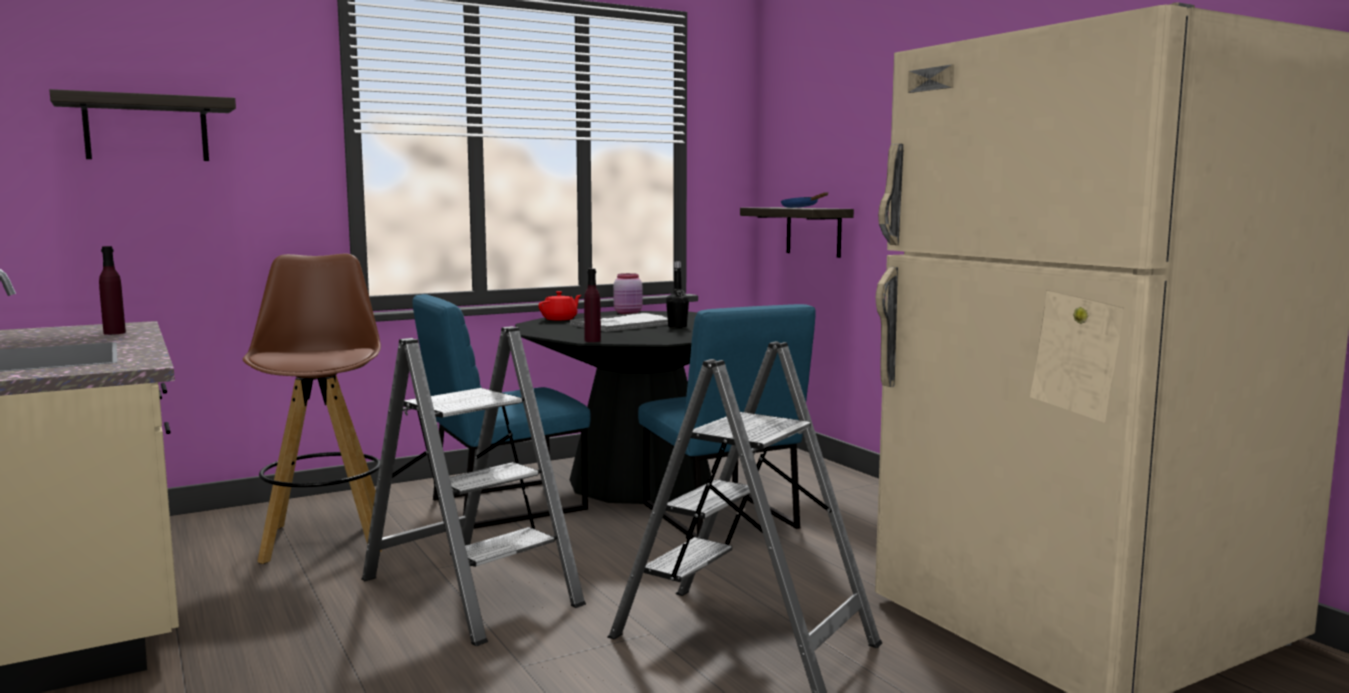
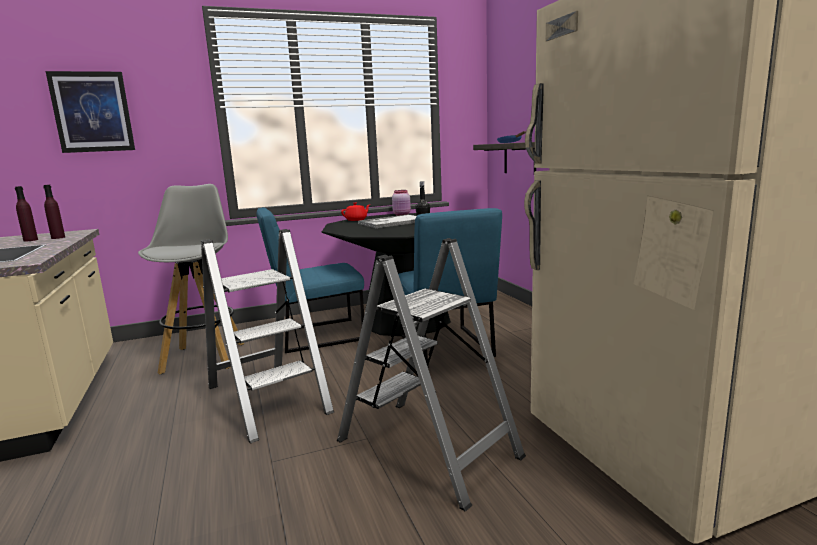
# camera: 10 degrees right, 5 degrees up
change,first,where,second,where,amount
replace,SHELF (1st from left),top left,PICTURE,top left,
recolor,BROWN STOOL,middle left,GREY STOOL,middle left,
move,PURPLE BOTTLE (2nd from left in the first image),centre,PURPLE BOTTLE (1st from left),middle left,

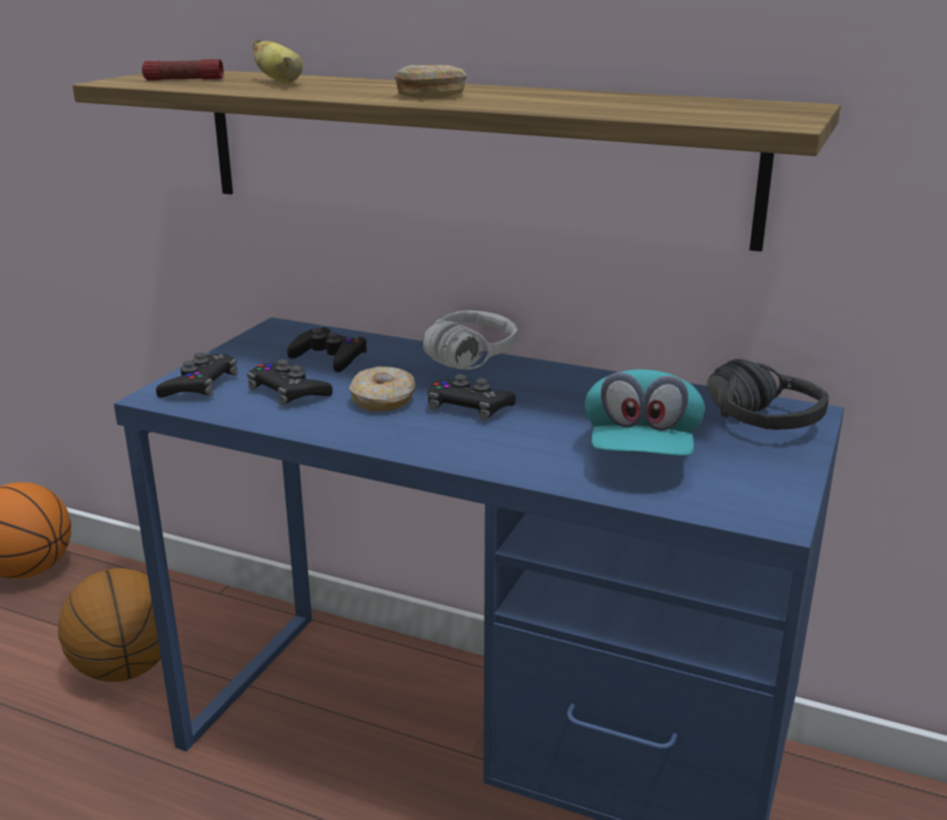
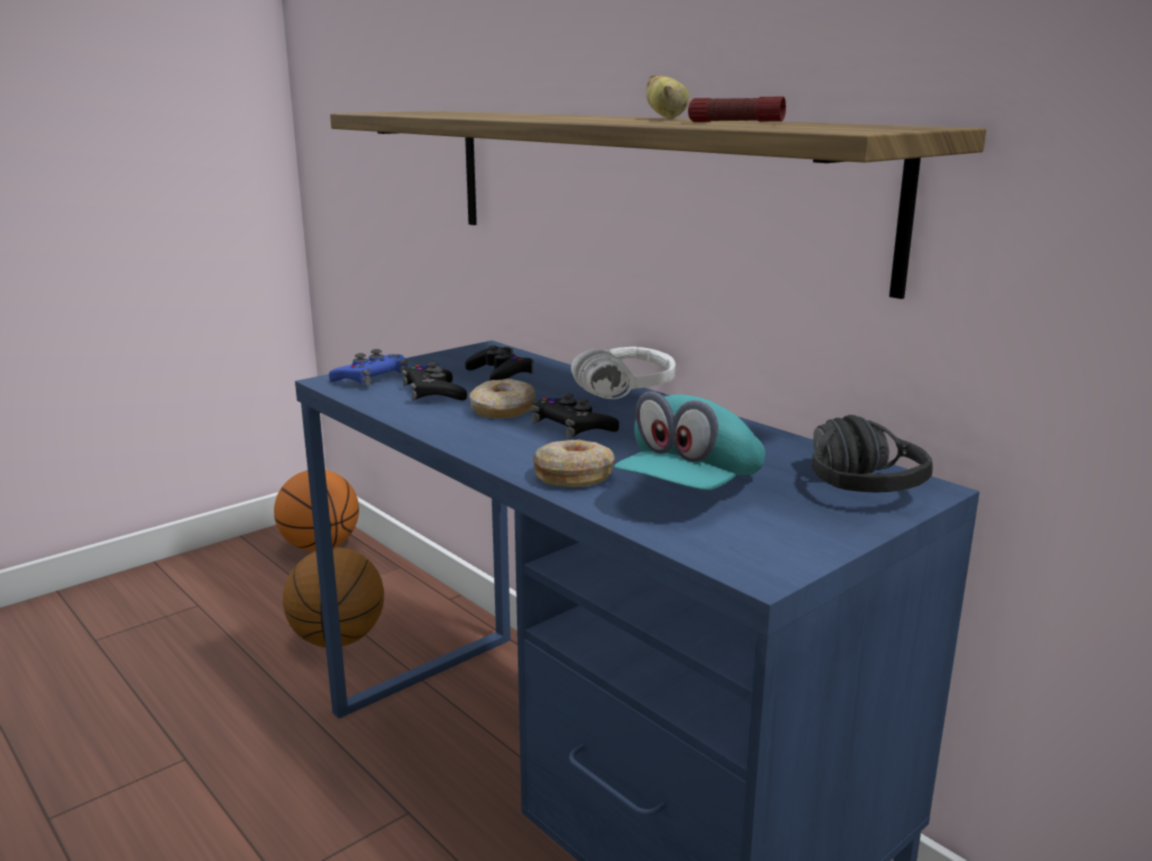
# camera: 25 degrees right, 5 degrees down
change,first,where,second,where,amount
move,FLASHLIGHT,top left,,top centre,
recolor,BLACK GAME CONTROLLER (1st from left),middle left,BLUE GAME CONTROLLER,middle left,
move,BANANA,top left,,top centre,
move,DONUT (2nd from left),top centre,,centre,

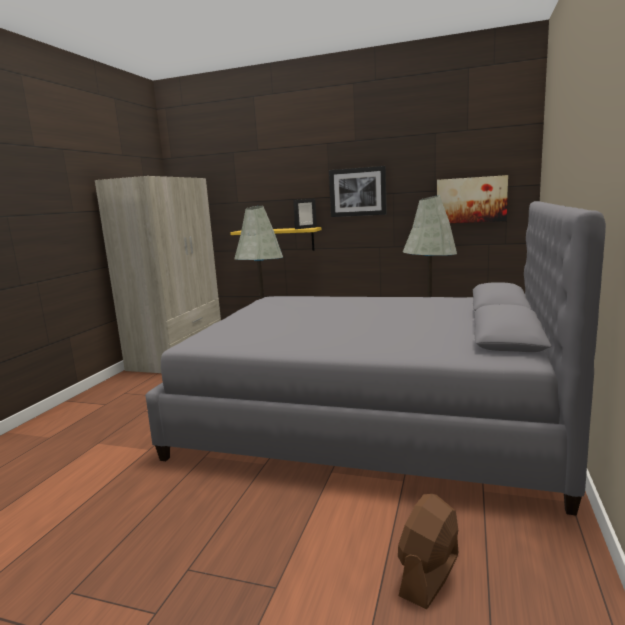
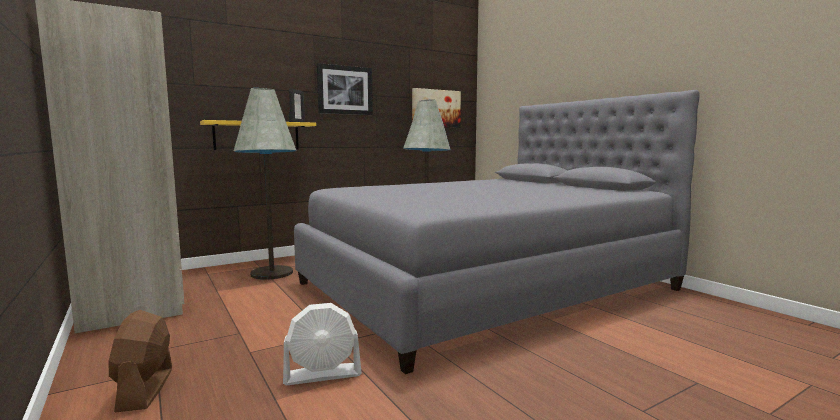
# camera: 50 degrees left, 5 degrees down
change,first,where,second,where,amount
move,BROWN FAN,bottom right,,bottom left,
insert,,,WHITE FAN,bottom centre,

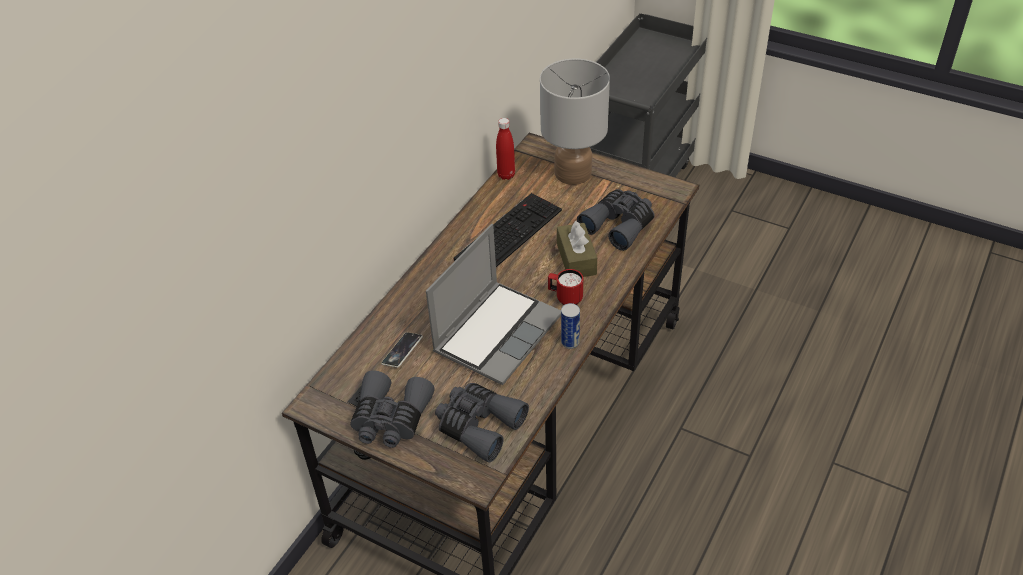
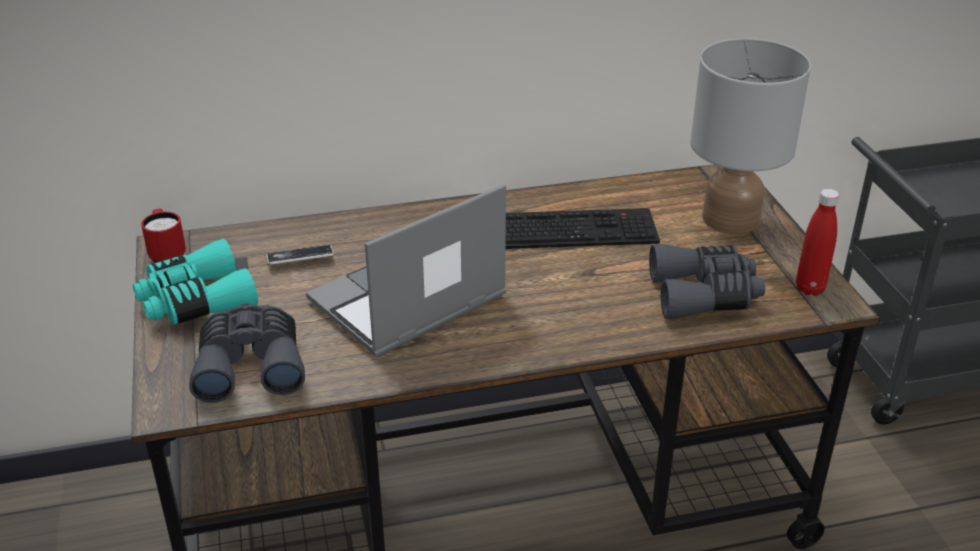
# camera: 45 degrees right, 10 degrees down
change,first,where,second,where,amount
recolor,GREY BINOCULARS (1st from left),bottom centre,TURQUOISE BINOCULARS,middle left,
rotate,LAPTOP,centre,,centre,150 degrees clockwise
move,RED BOTTLE,top centre,,middle right,
move,RED MUG,centre,,middle left,
delete,BROWN TISSUE BOX,centre,,,
delete,CAN,centre,,,

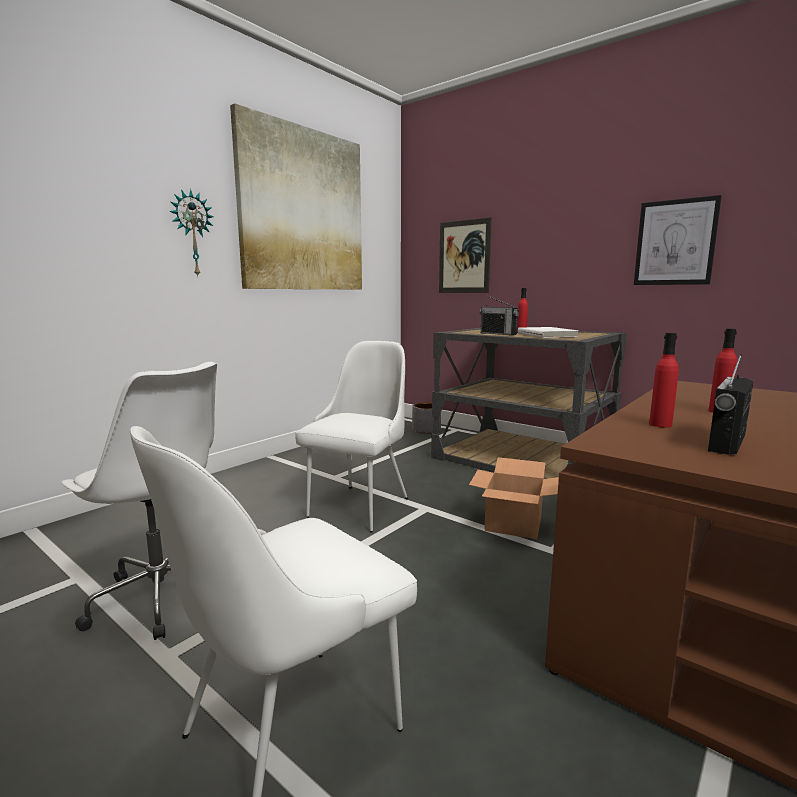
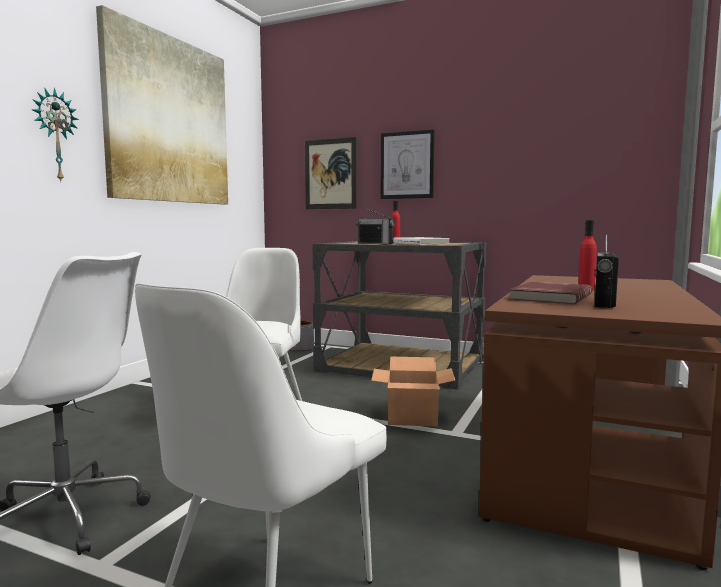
# camera: 15 degrees left, 5 degrees down
change,first,where,second,where,amount
move,PICTURE (3rd from left),top right,,top centre,
replace,RED BOTTLE (2nd from left),middle right,RED BOOK,middle right,

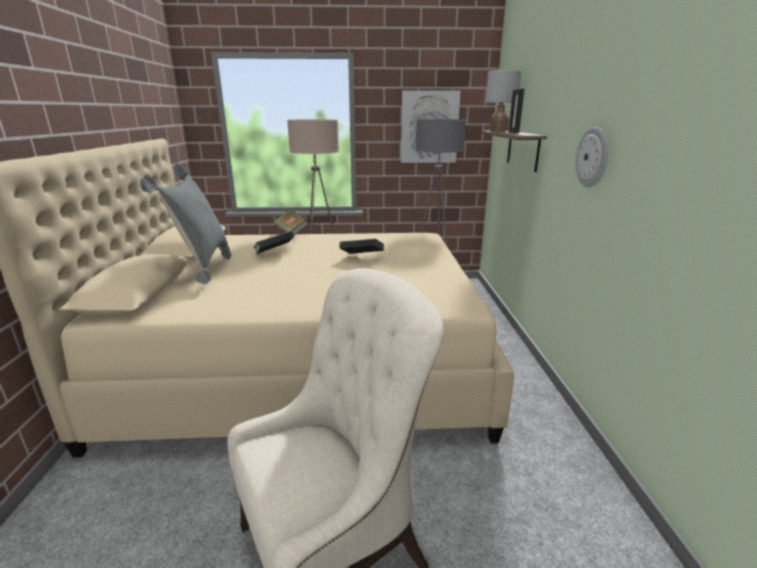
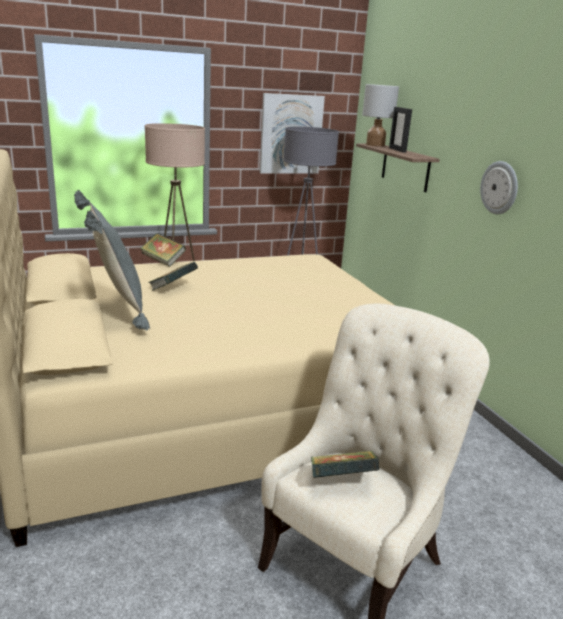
# camera: 20 degrees left, 0 degrees up
change,first,where,second,where,amount
move,BOOK (3rd from left),centre,,bottom centre,

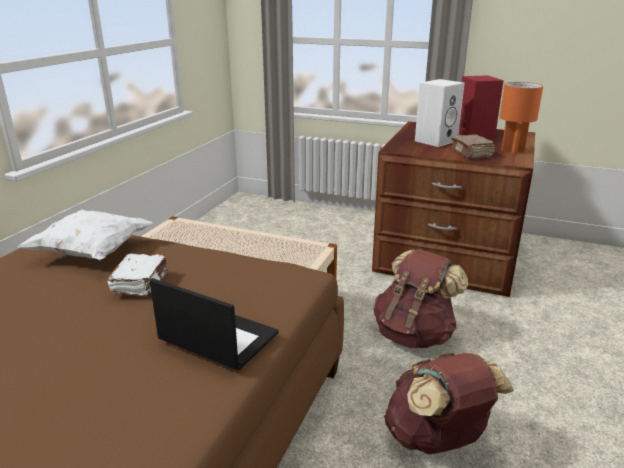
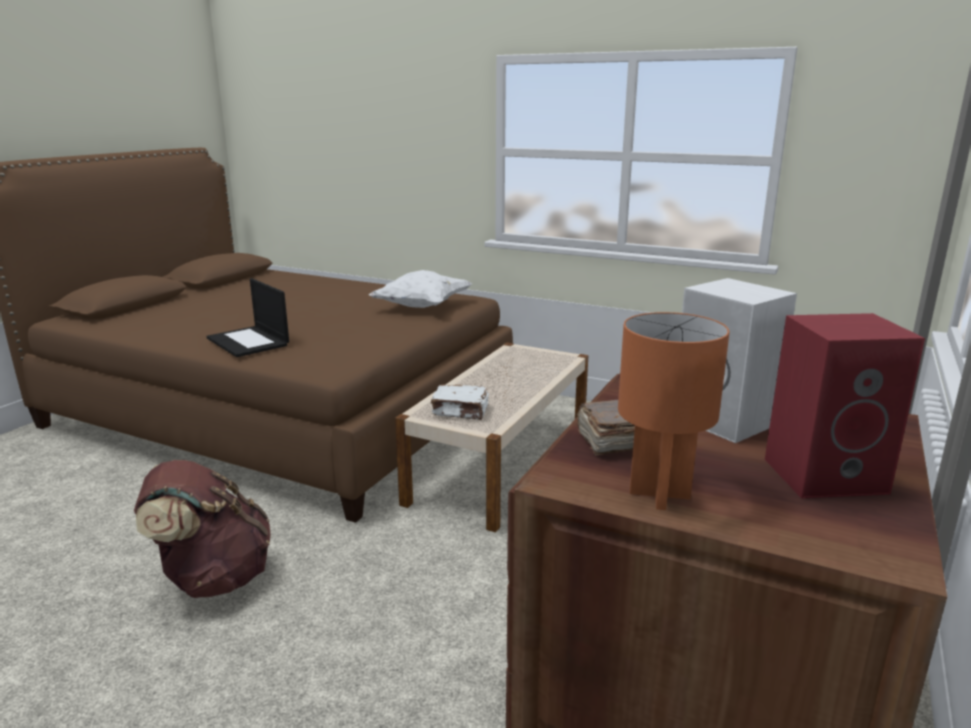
# camera: 95 degrees right, 5 degrees down
change,first,where,second,where,amount
move,WHITE BOOK,middle left,,centre,
rotate,LAPTOP,bottom centre,,middle left,105 degrees clockwise
delete,BROWN BACKPACK (1st from left),middle right,,,

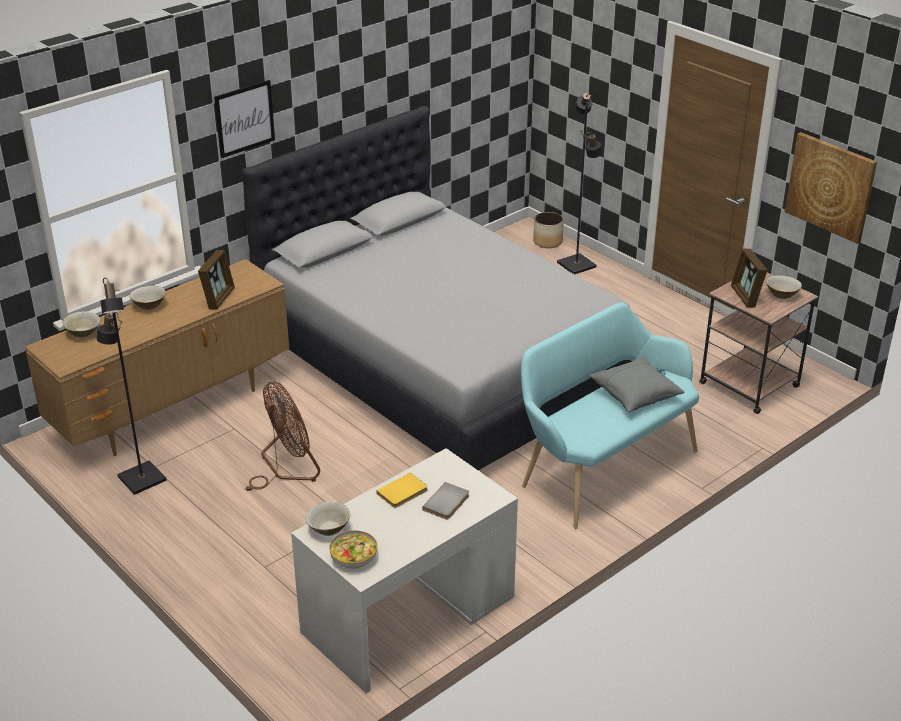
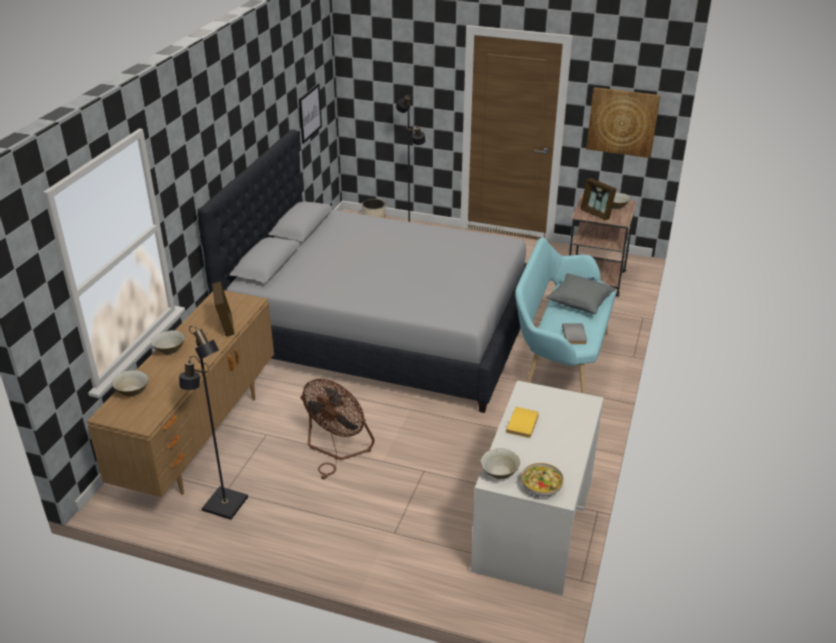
# camera: 30 degrees left, 0 degrees up
change,first,where,second,where,amount
move,PICTURE (1st from left),top left,,top centre,
move,GREY BOOK,bottom centre,,middle right,

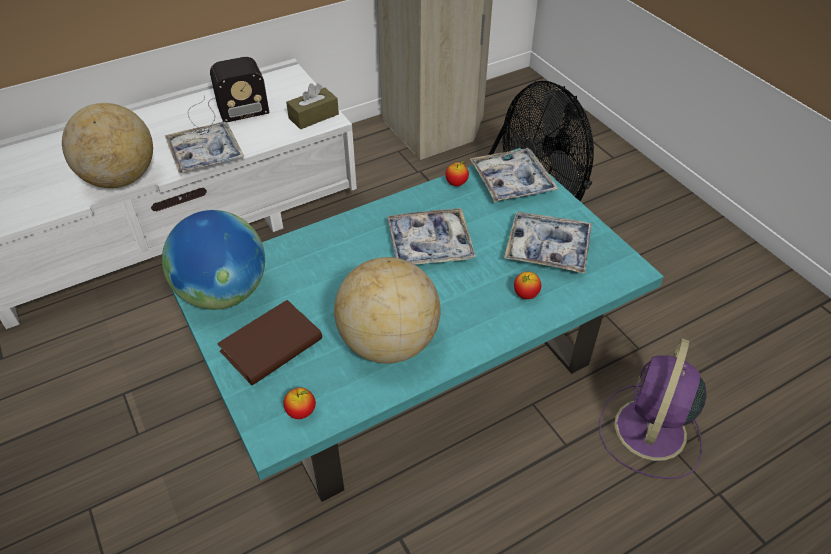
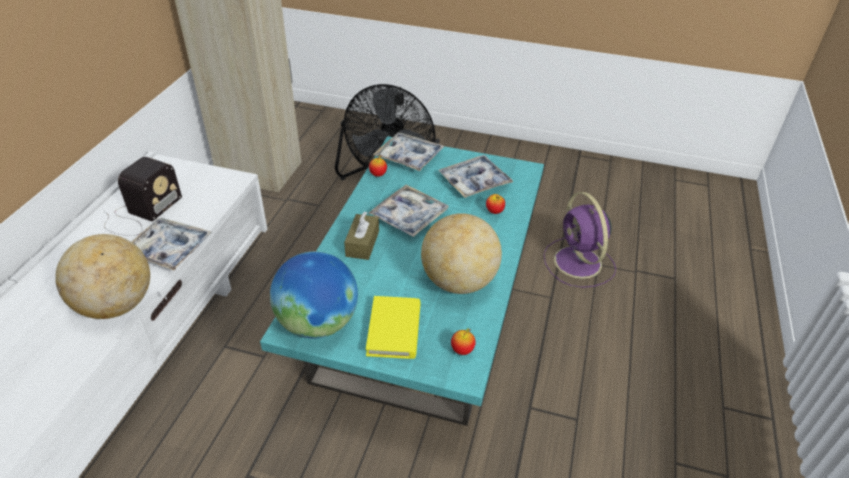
# camera: 45 degrees left, 5 degrees down
change,first,where,second,where,amount
recolor,BROWN BOOK,middle left,YELLOW BOOK,bottom centre,
move,BROWN TISSUE BOX,top centre,,centre,

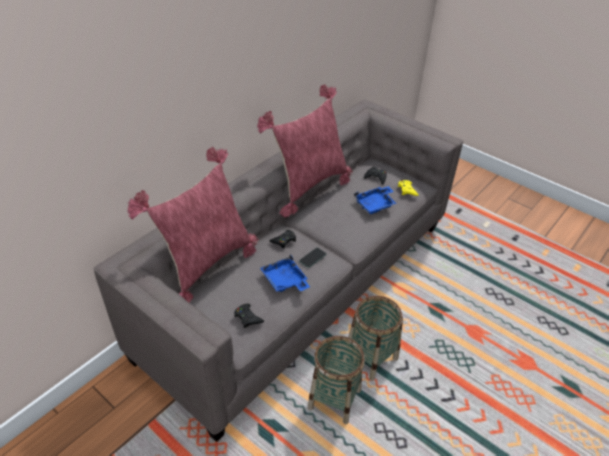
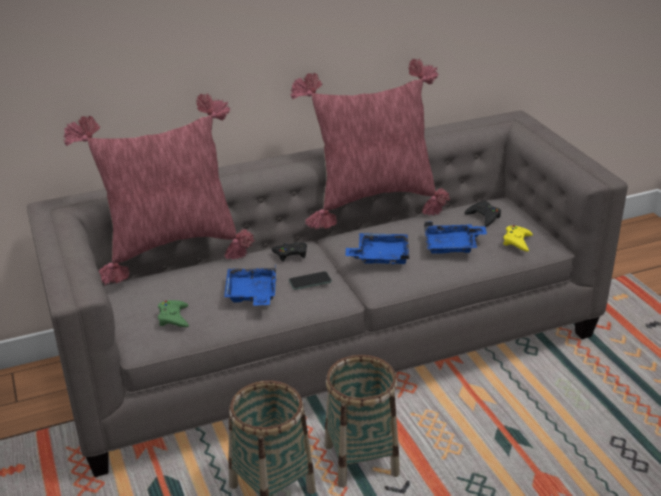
# camera: 30 degrees right, 10 degrees down
change,first,where,second,where,amount
recolor,BLACK GAME CONTROLLER (1st from left),bottom centre,GREEN GAME CONTROLLER,middle left,
insert,,,BLUE TRAY (2nd from left),centre,

